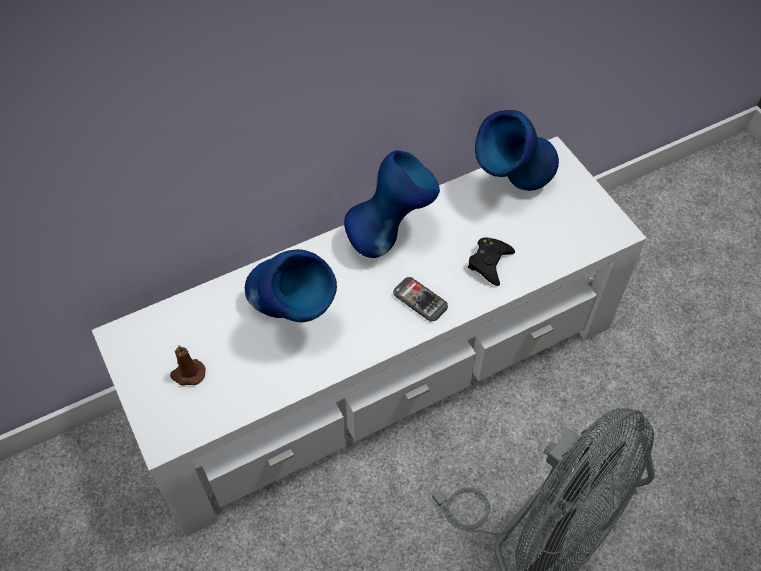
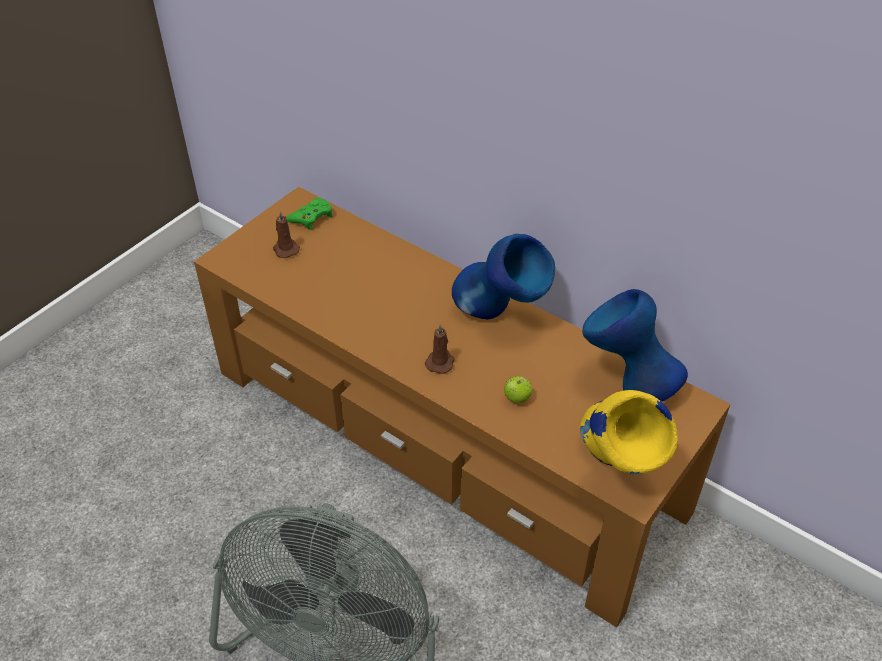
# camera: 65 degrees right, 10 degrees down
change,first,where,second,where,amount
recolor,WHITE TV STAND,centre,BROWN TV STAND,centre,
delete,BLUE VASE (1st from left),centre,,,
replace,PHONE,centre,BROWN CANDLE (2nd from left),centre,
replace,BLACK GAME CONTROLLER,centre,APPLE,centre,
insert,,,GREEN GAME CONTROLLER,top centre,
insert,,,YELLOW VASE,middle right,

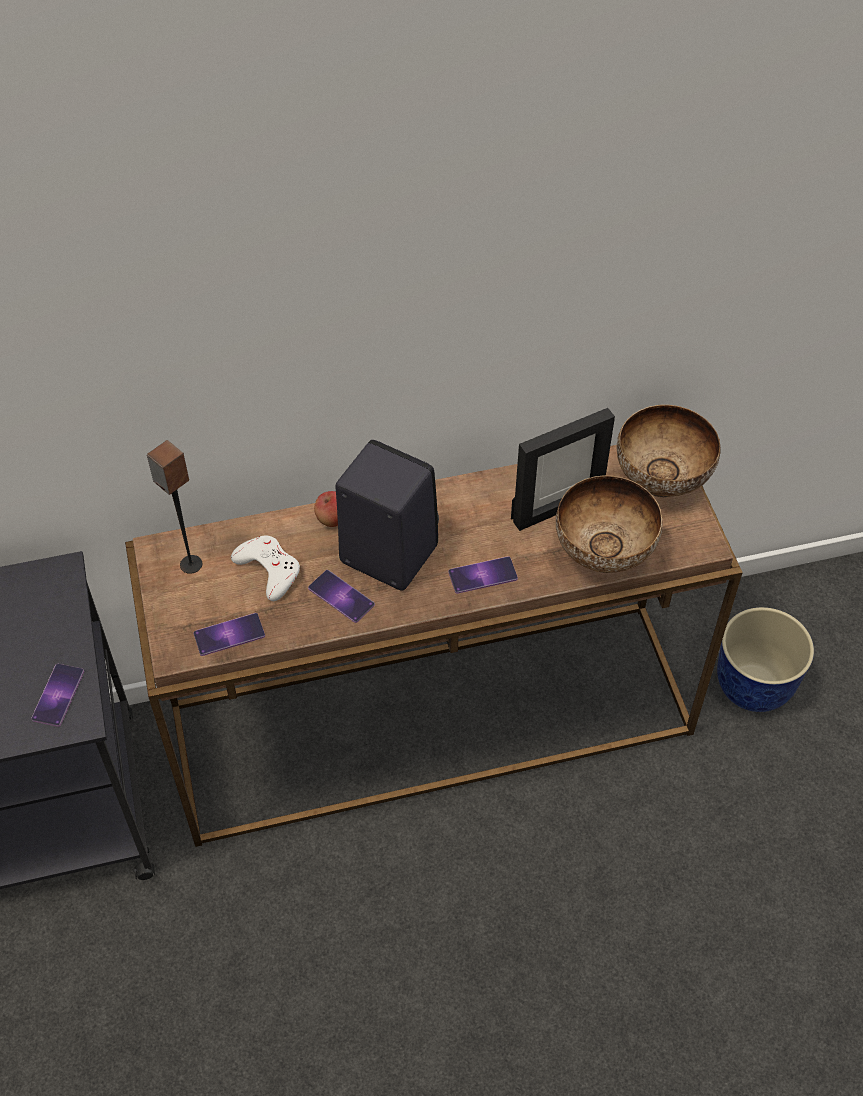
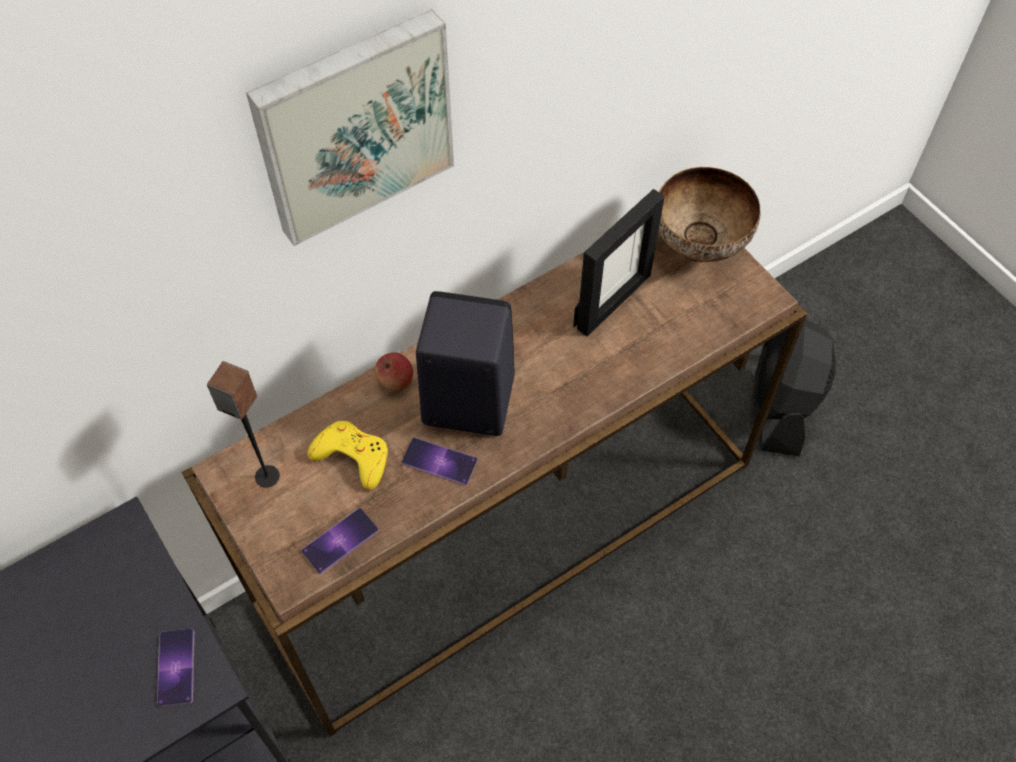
# camera: 20 degrees left, 5 degrees up
change,first,where,second,where,amount
recolor,WHITE GAME CONTROLLER,middle left,YELLOW GAME CONTROLLER,centre,
delete,PHONE (4th from left),centre,,,
delete,BOWL (1st from left),middle right,,,
replace,PLANTER,middle right,BLACK FAN,middle right,
insert,,,PICTURE,top centre,

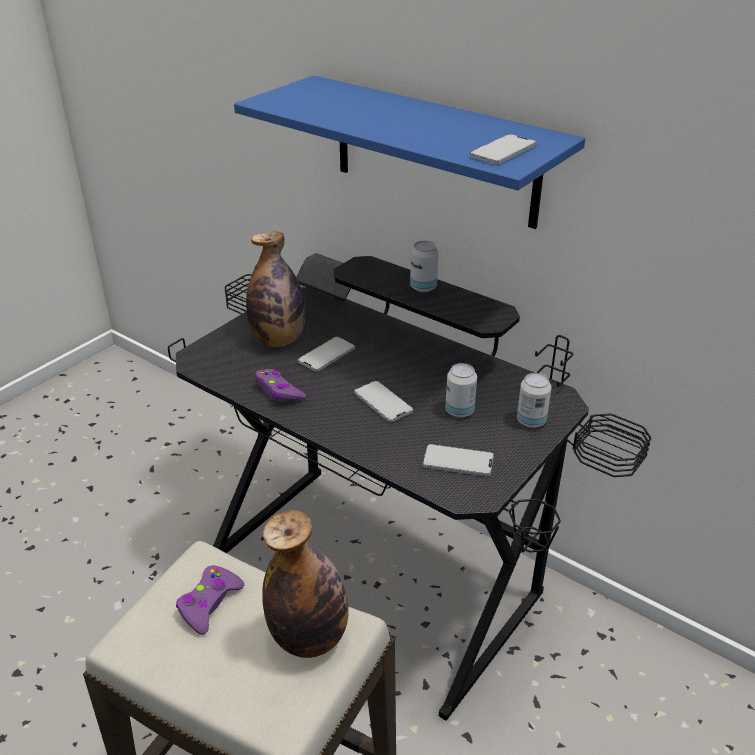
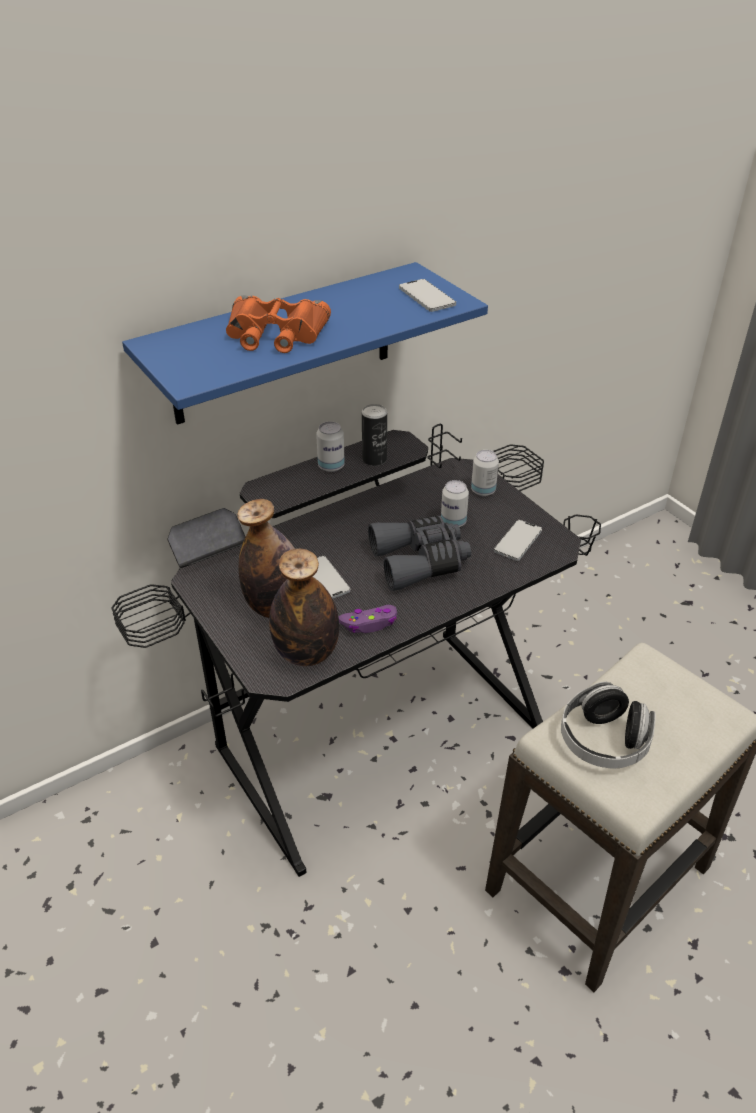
# camera: 70 degrees left, 5 degrees up
change,first,where,second,where,amount
replace,PURPLE GAME CONTROLLER (1st from left),bottom left,HEADPHONES,middle right,
move,BOTTLE (2nd from left),bottom centre,,centre,
replace,PHONE (2nd from left),centre,GREY BINOCULARS,centre,
insert,,,ORANGE BINOCULARS,top centre,
insert,,,CAN (2nd from left),centre,

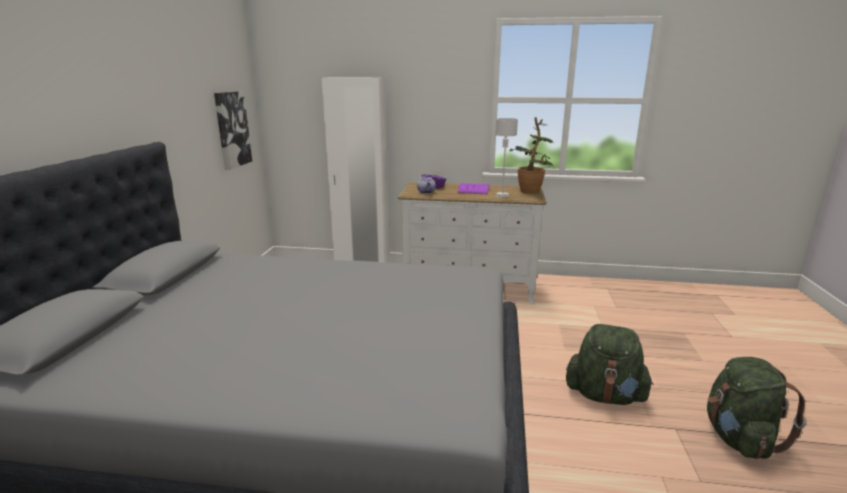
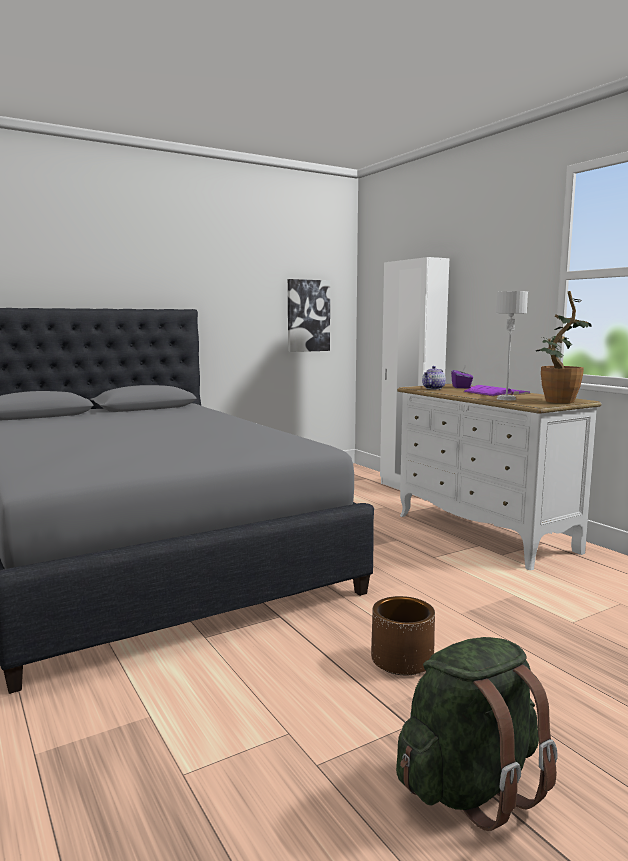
# camera: 50 degrees right, 10 degrees down
change,first,where,second,where,amount
replace,GREEN BACKPACK (1st from left),bottom right,BROWN PLANTER,bottom centre,

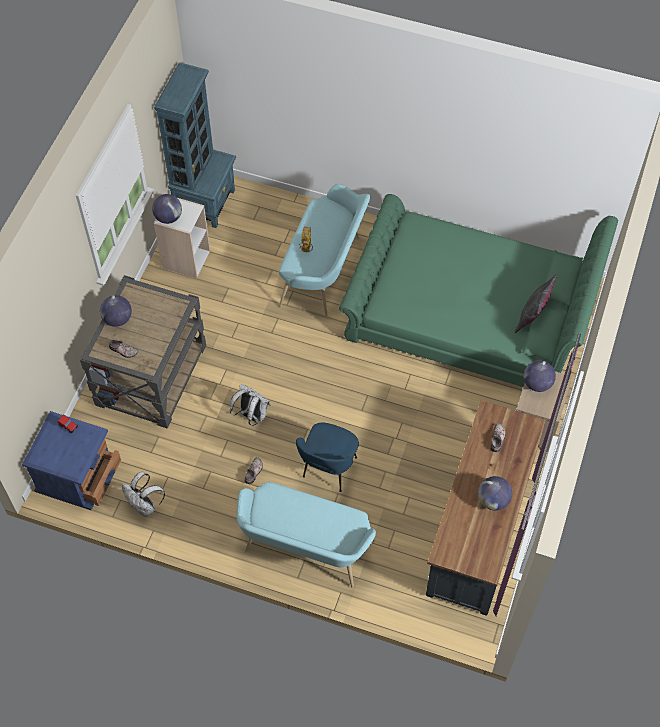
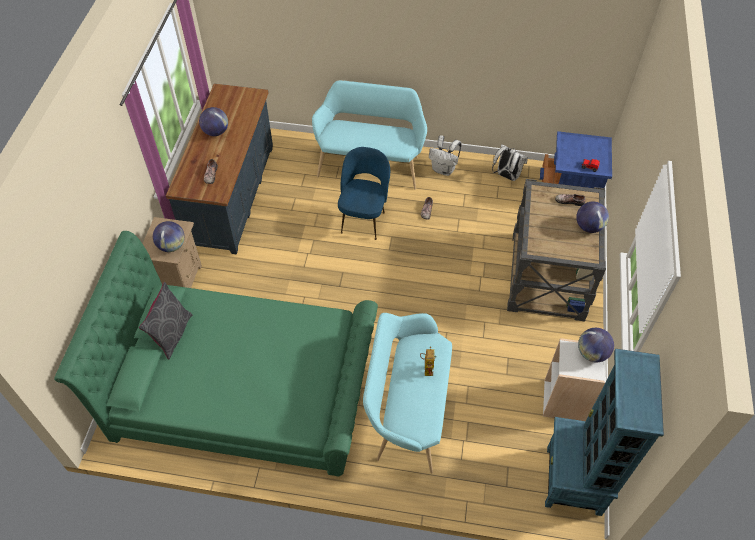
# camera: 170 degrees right, 5 degrees down
change,first,where,second,where,amount
move,WHITE BACKPACK (2nd from left in the first image),centre,WHITE BACKPACK (1st from left),top centre,

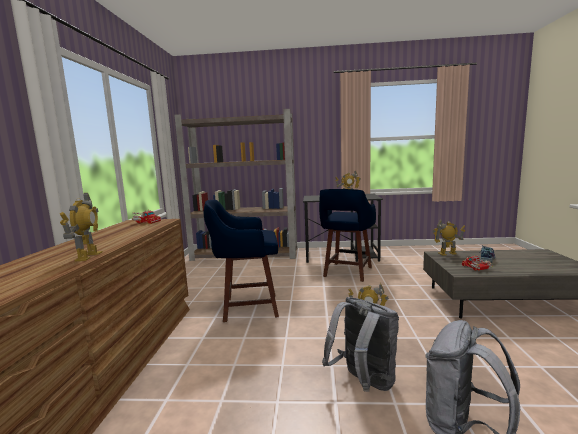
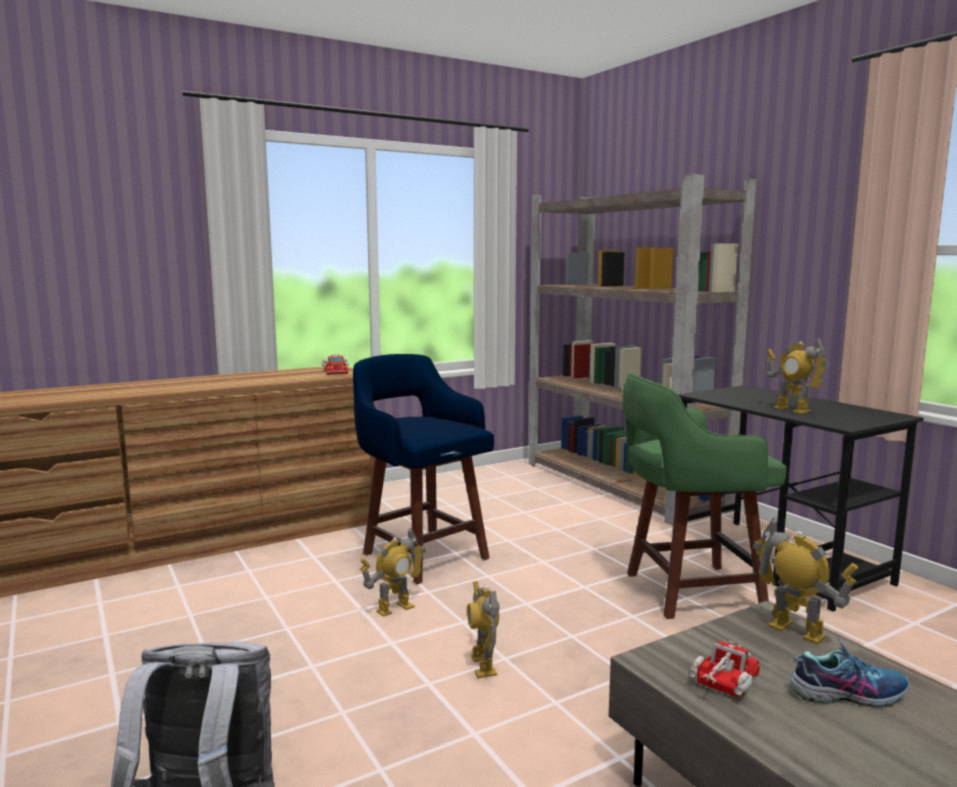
# camera: 55 degrees right, 0 degrees up
change,first,where,second,where,amount
move,TOY ROBOT (1st from left),middle left,,bottom centre,
recolor,BLUE STOOL (2nd from left),centre,GREEN STOOL,middle right,
delete,GREY BACKPACK (1st from left),bottom centre,,,

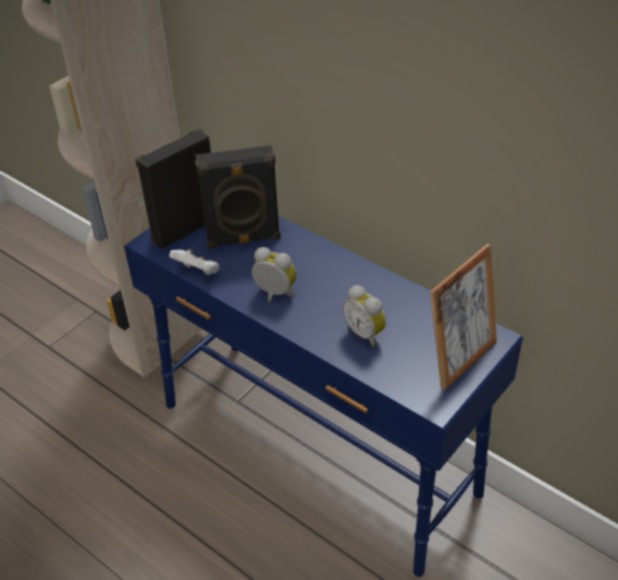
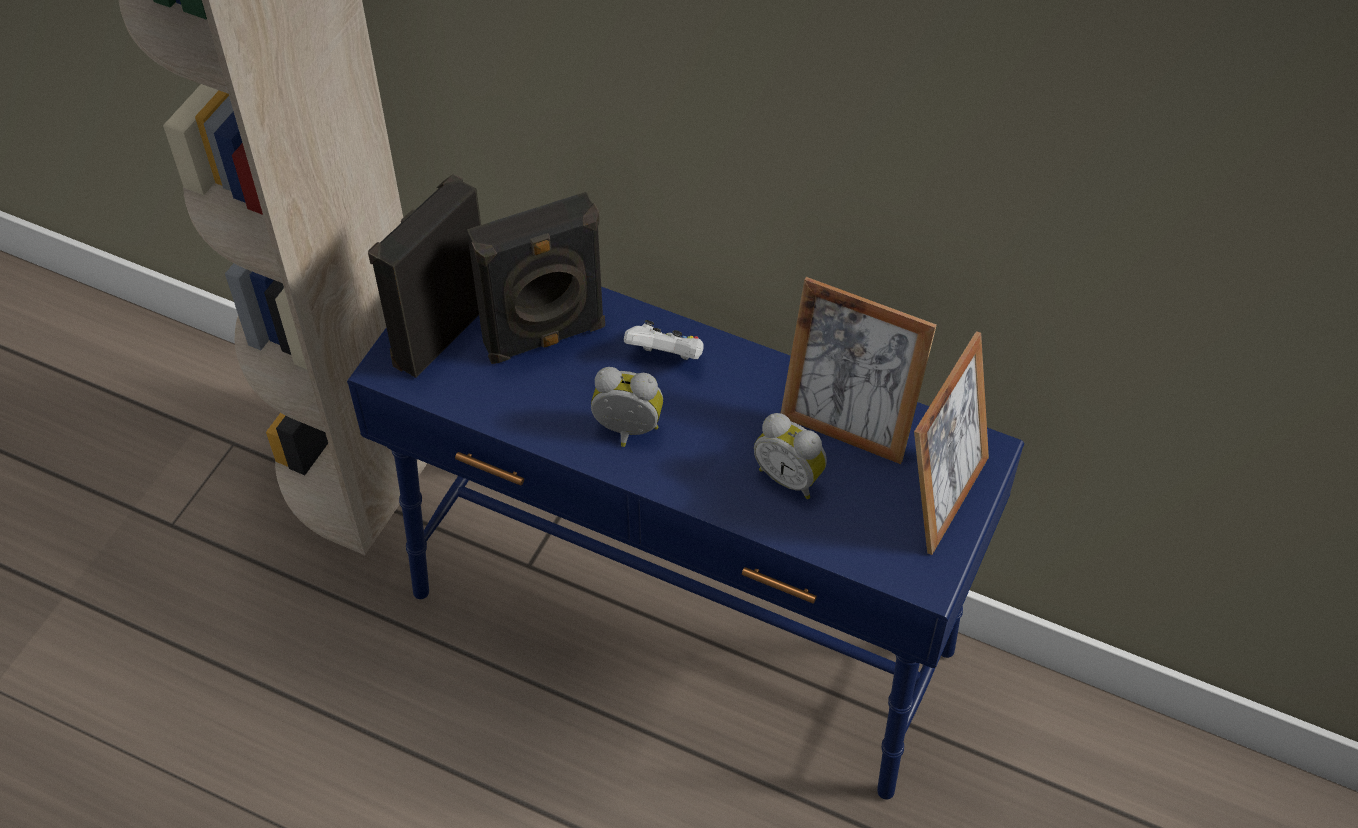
# camera: 15 degrees left, 10 degrees up
change,first,where,second,where,amount
move,WHITE GAME CONTROLLER,middle left,,centre,
insert,,,PICTURE FRAME (1st from left),centre,

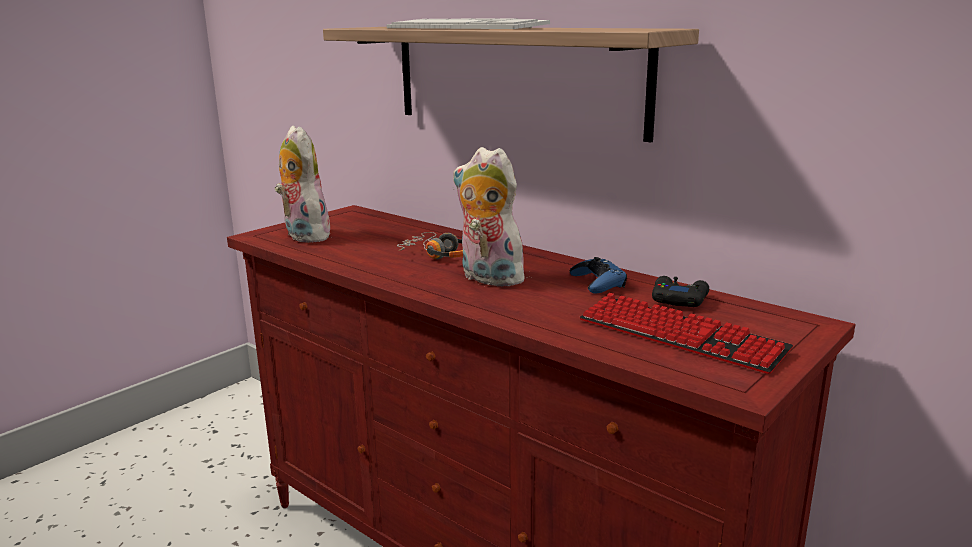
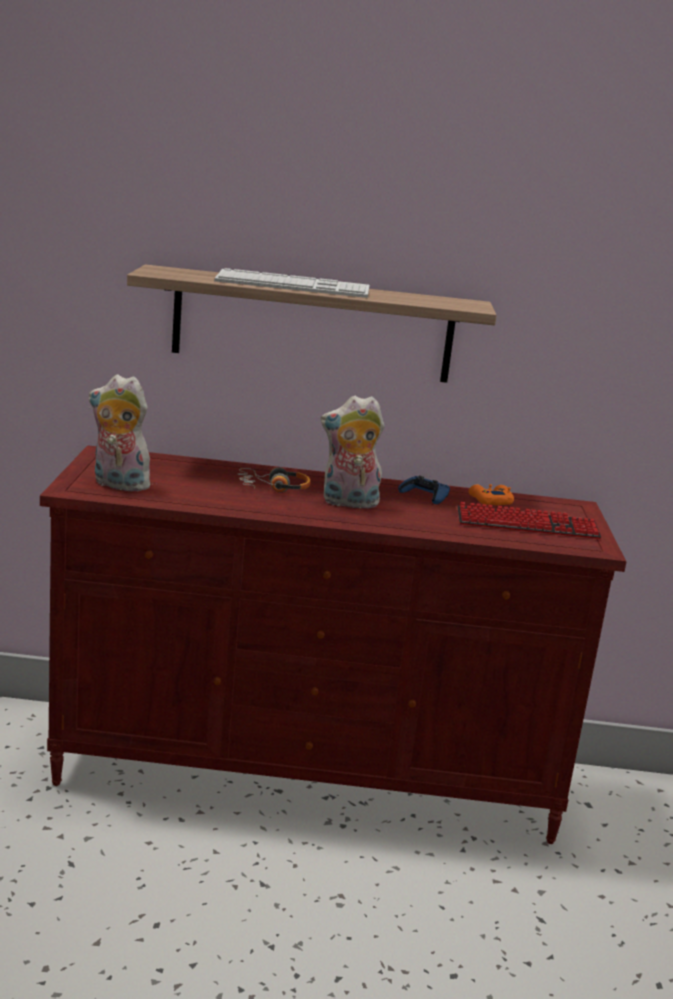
# camera: 40 degrees left, 0 degrees up
change,first,where,second,where,amount
recolor,BLACK GAME CONTROLLER,middle right,ORANGE GAME CONTROLLER,middle right,

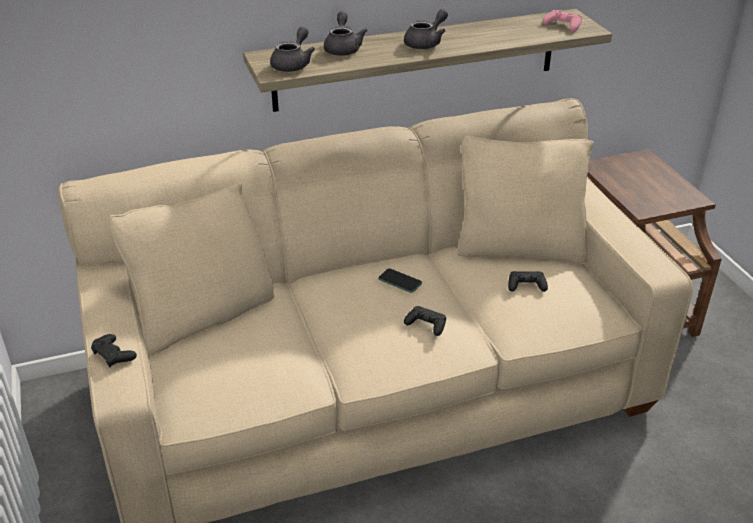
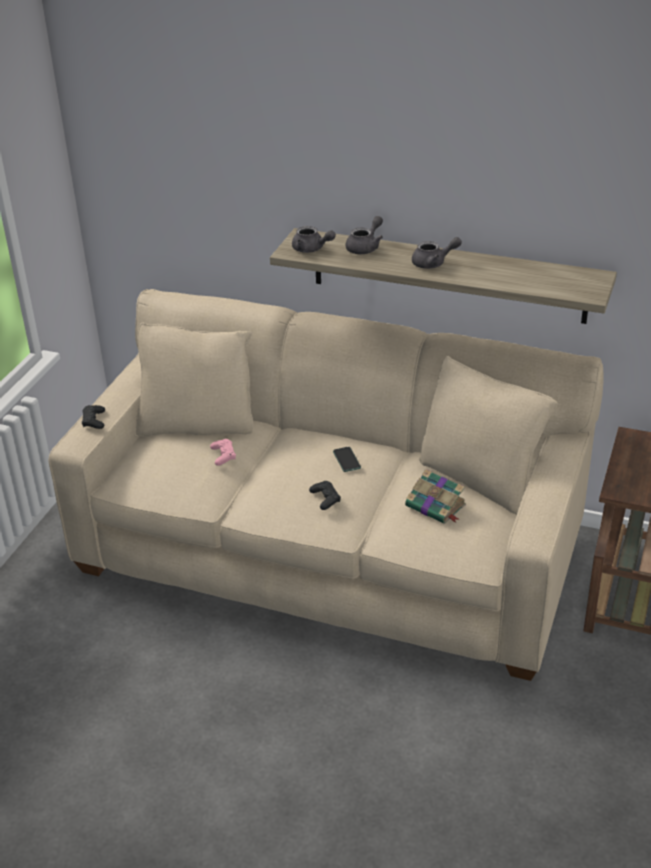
# camera: 40 degrees right, 0 degrees up
change,first,where,second,where,amount
rotate,GREY TEAPOT (1st from left),top centre,,top centre,60 degrees clockwise
replace,BLACK GAME CONTROLLER (3rd from left),middle right,BOOK,middle right,
move,PINK GAME CONTROLLER,top right,,centre,

